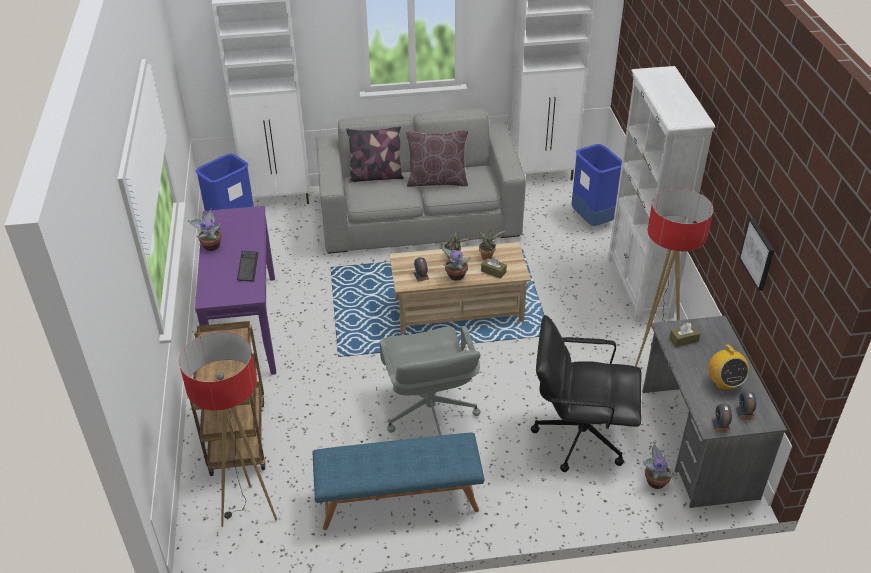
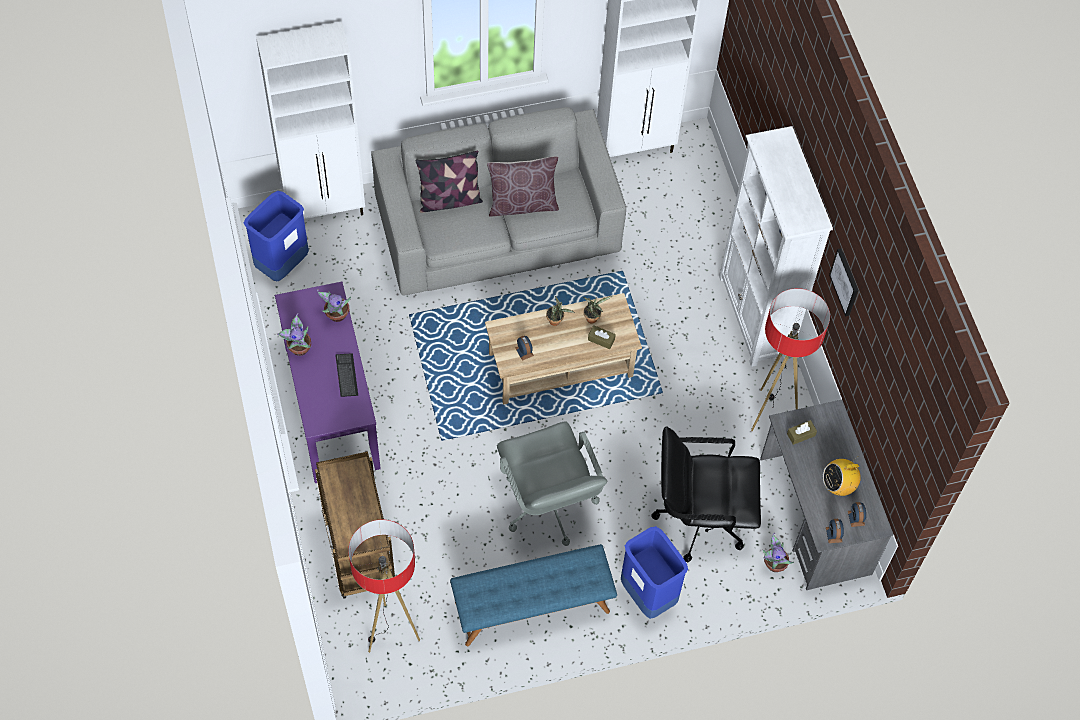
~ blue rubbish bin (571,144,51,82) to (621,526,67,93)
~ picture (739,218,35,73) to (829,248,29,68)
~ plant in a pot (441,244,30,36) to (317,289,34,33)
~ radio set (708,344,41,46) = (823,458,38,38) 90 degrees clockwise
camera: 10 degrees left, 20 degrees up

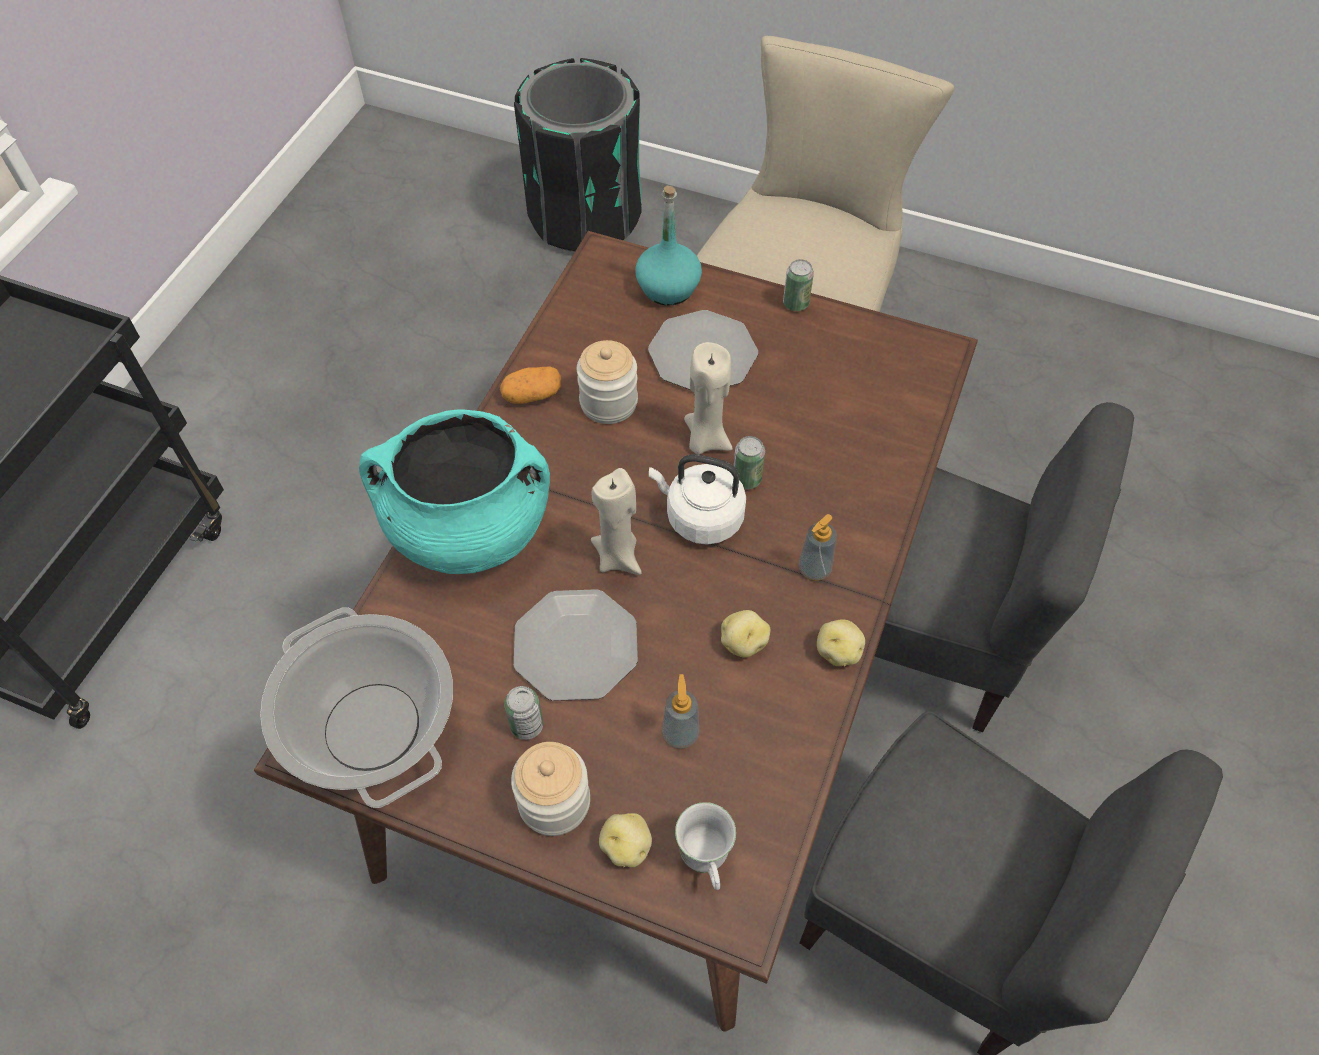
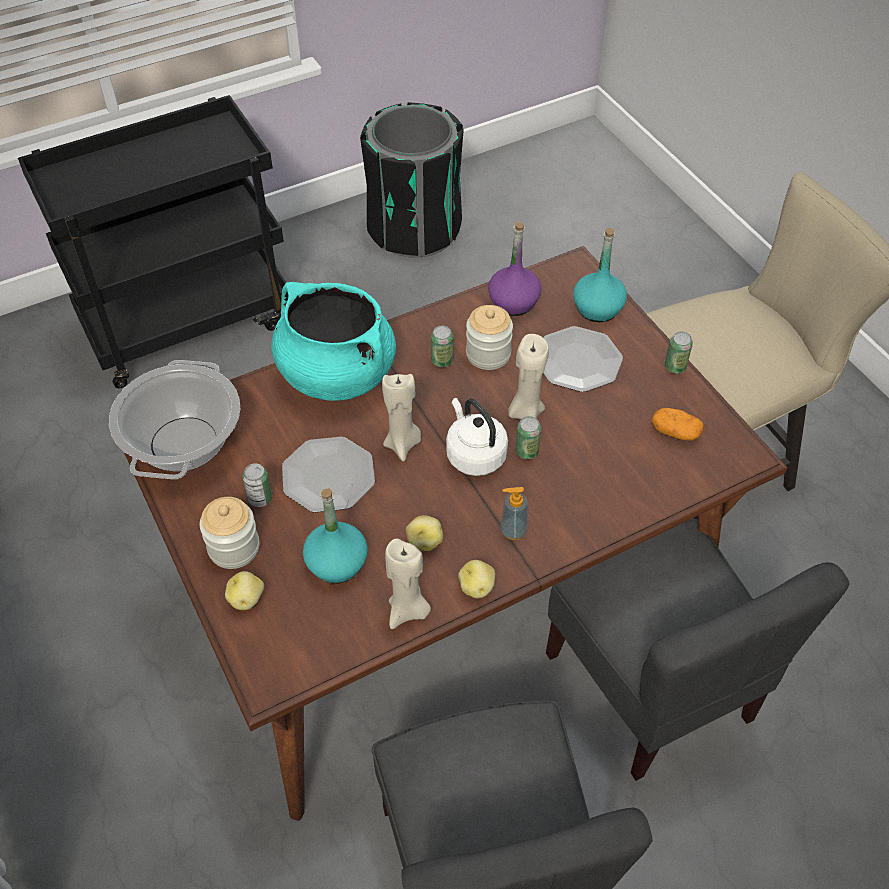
~ black-coloured rubbish bin (514,58,128,194) to (360,102,104,156)
~ potato (500,366,61,38) to (651,408,53,33)
~ soap bottle (662,674,37,75) to turquoise beverage bottle (303,489,65,94)
- white-coloured mug (675,802,61,88)
+ purple beverage bottle (488,222,53,94)
+ sealed can (431,326,22,41)
+ beige candle (385,538,46,91)
camera: 40 degrees right, 5 degrees down

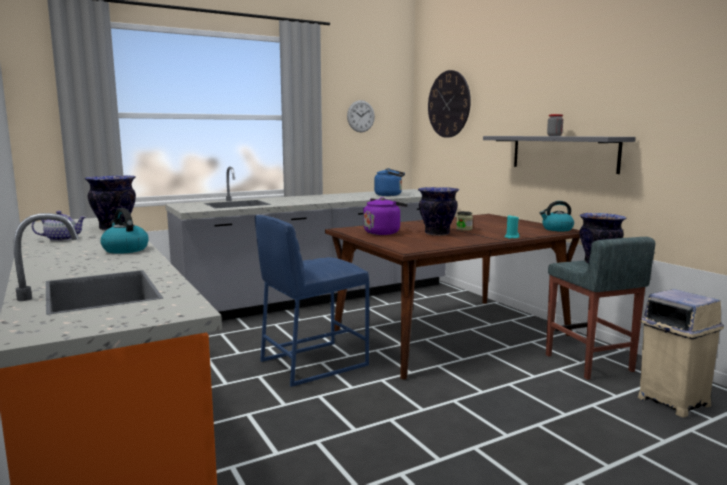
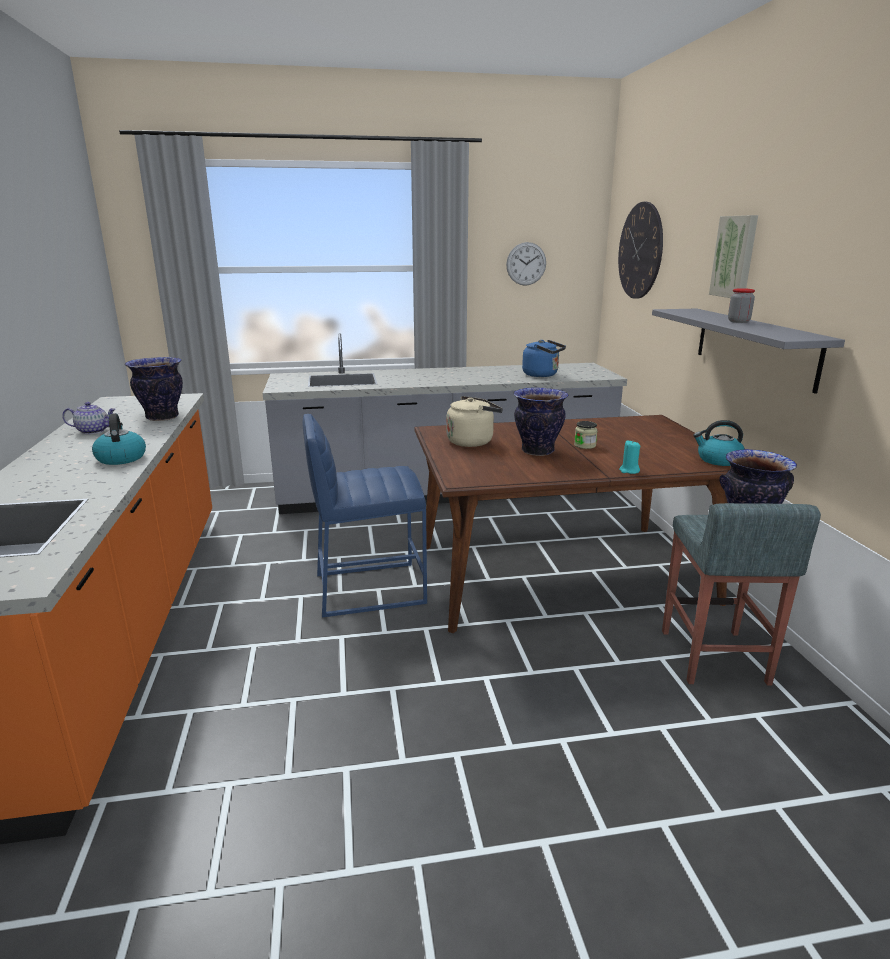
~ purple kettle (363,197,45,38) to beige kettle (447,396,56,51)
- beige rubbish bin (638,289,86,129)
+ picture (709,215,49,83)
camera: 20 degrees right, 10 degrees up

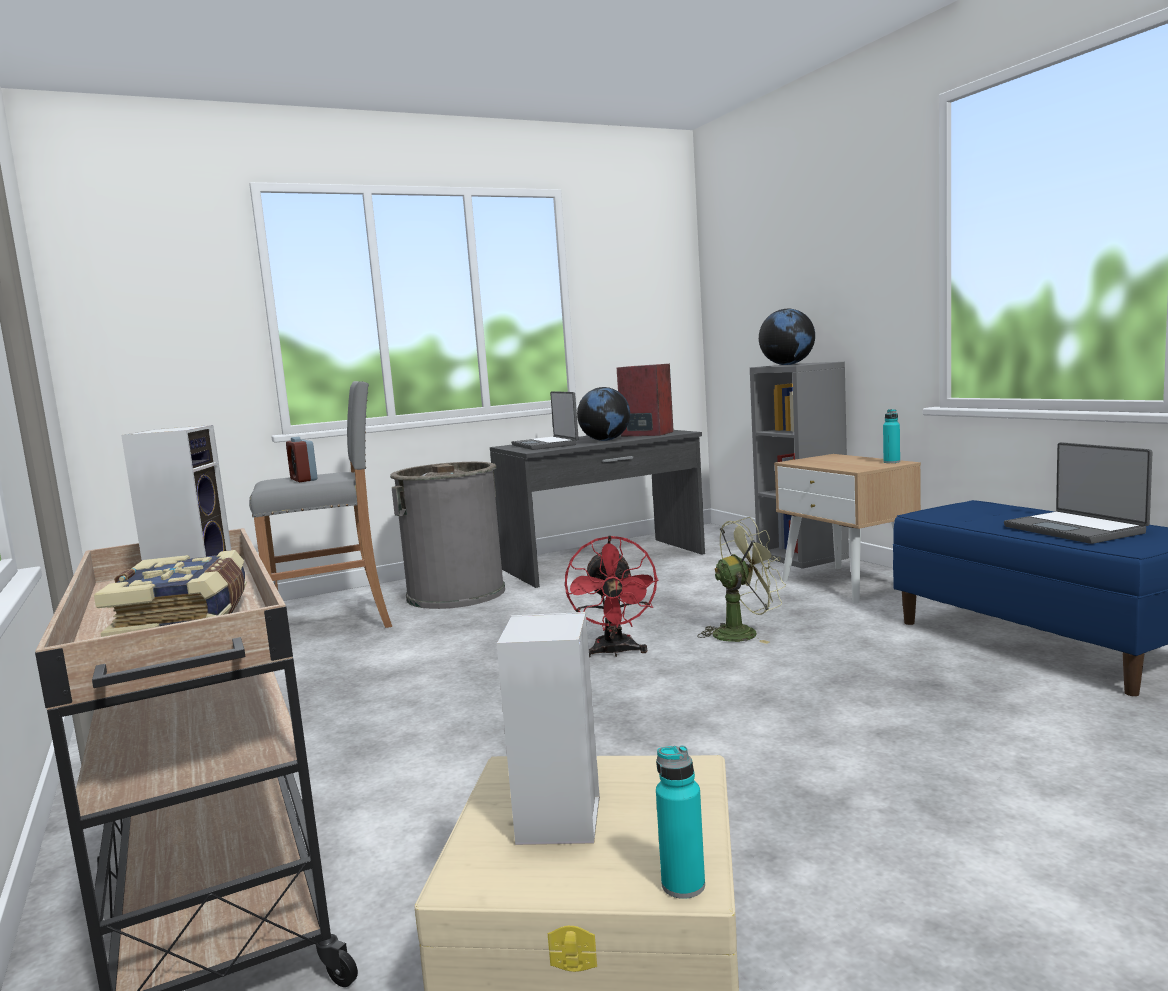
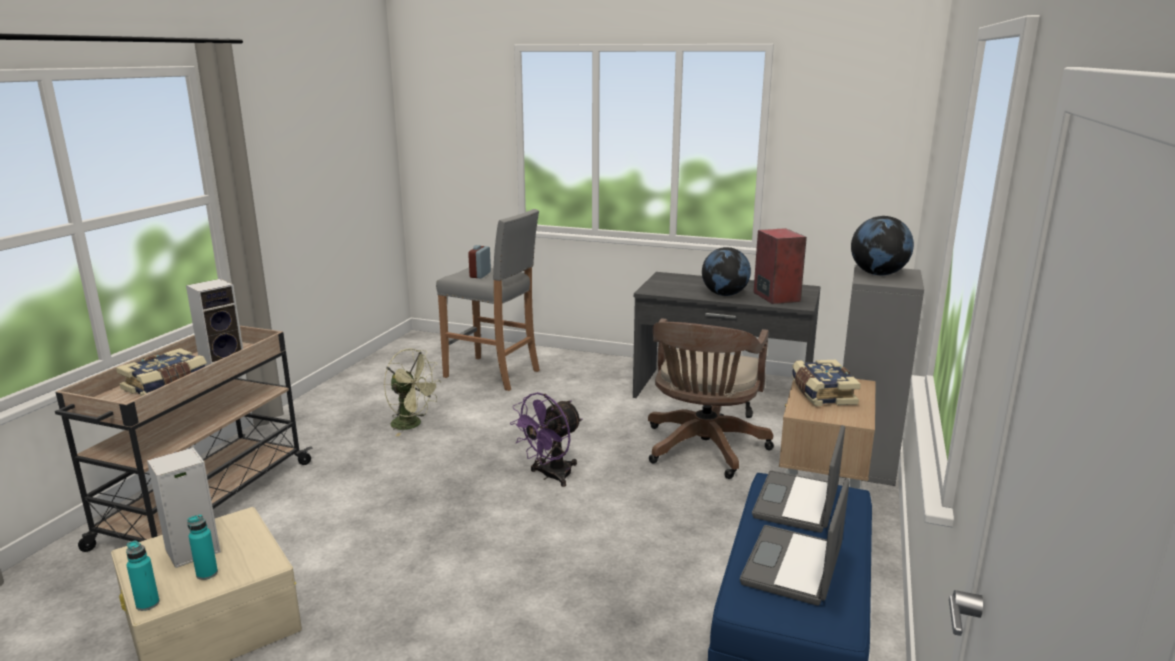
~ laptop (511,391,68,59) to (752,425,93,108)
~ turquoise beverage bottle (883,409,17,54) to (187,514,31,66)
- grey rubbish bin (390,462,115,147)
~ green-coloured cooling fan (697,517,89,127) to (384,348,57,88)
~ reddish cooling fan (565,535,93,122) to purple cooling fan (510,392,72,95)
+ brown office chair (648,318,126,161)
+ volume (792,360,69,46)
camera: 45 degrees right, 10 degrees up

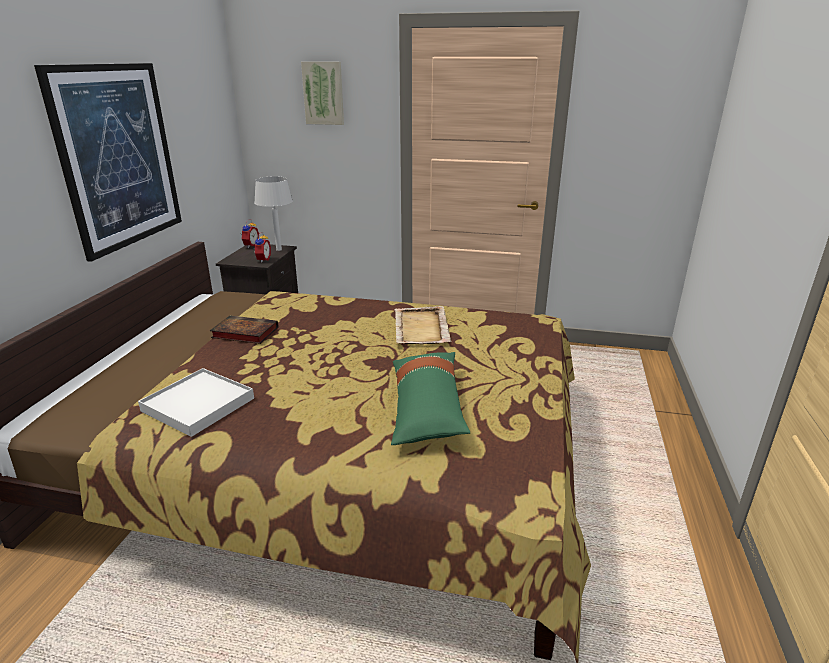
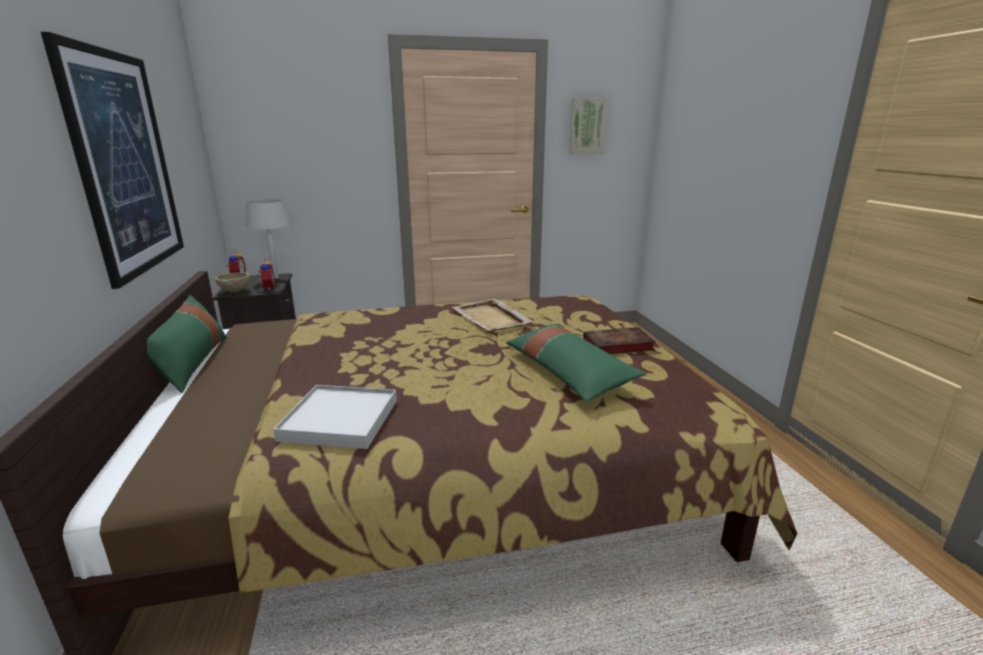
~ picture (301,62,43,63) to (569,97,39,58)
~ volume (210,316,68,28) to (583,327,73,27)
+ beige serving bowl (215,272,35,21)
+ green-coloured cushion (147,295,80,98)
camera: 25 degrees left, 5 degrees down

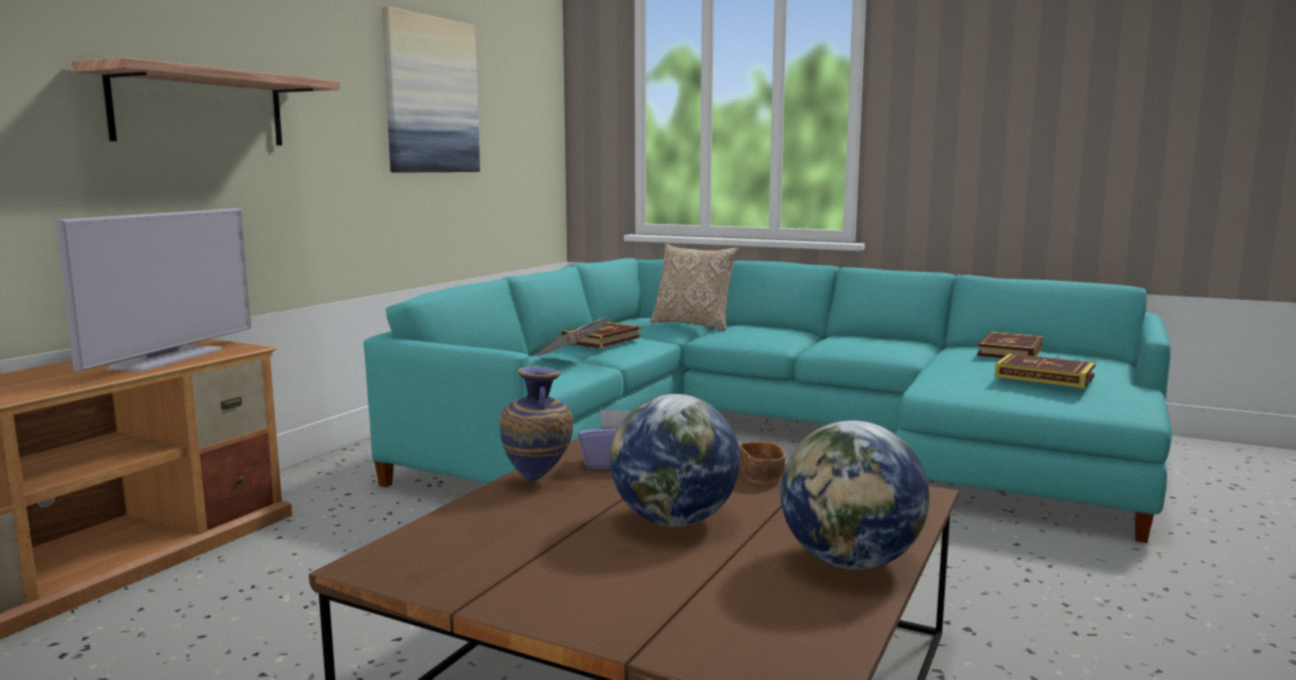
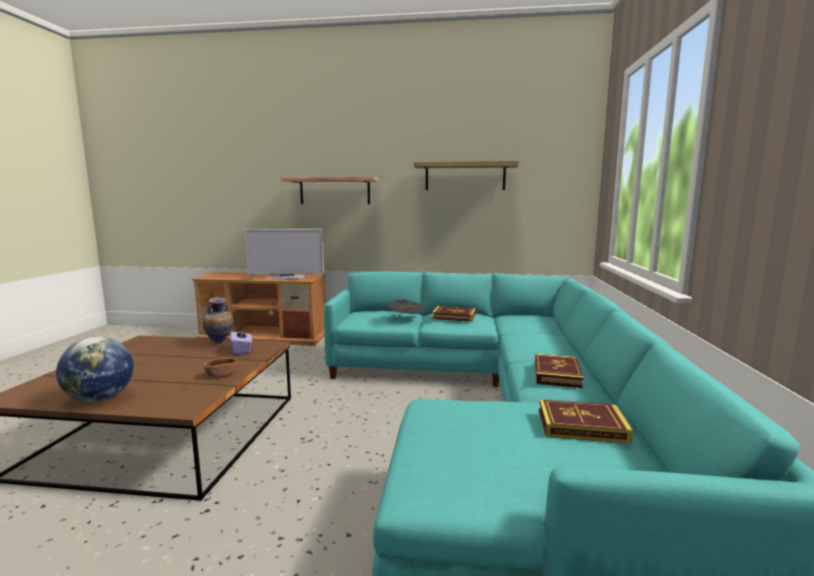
~ picture (382,6,98,166) to shelf (414,161,105,29)
- cushion (650,244,89,87)
~ volume (995,353,101,35) to (535,354,48,34)
- desk globe (610,394,130,133)
camera: 70 degrees right, 0 degrees up

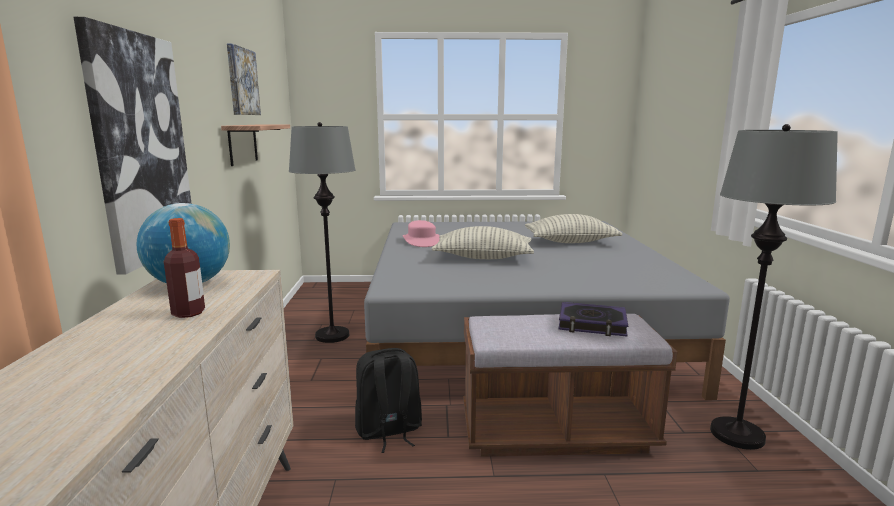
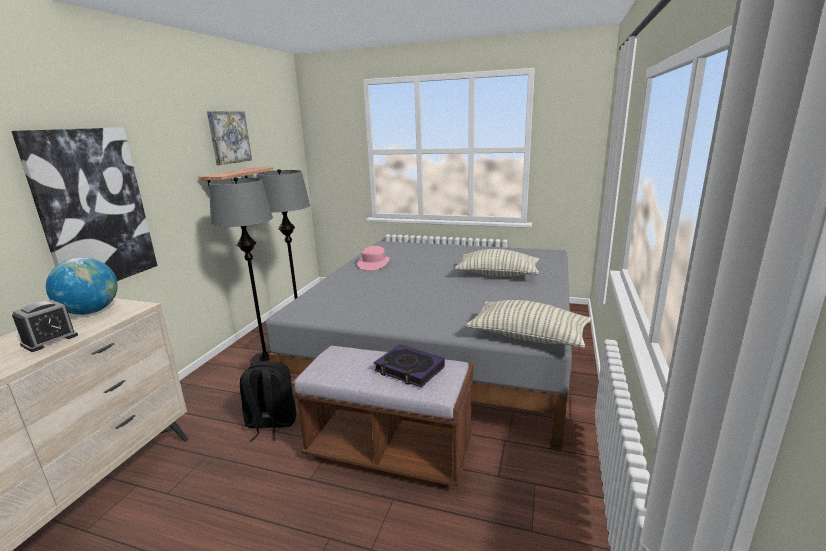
~ grey standing lamp (710,124,128,326) to (209,177,64,188)
~ beverage bottle (164,218,41,100) to table clock (12,300,66,52)
~ cushion (431,226,103,33) to (466,300,125,48)
camera: 20 degrees right, 5 degrees up

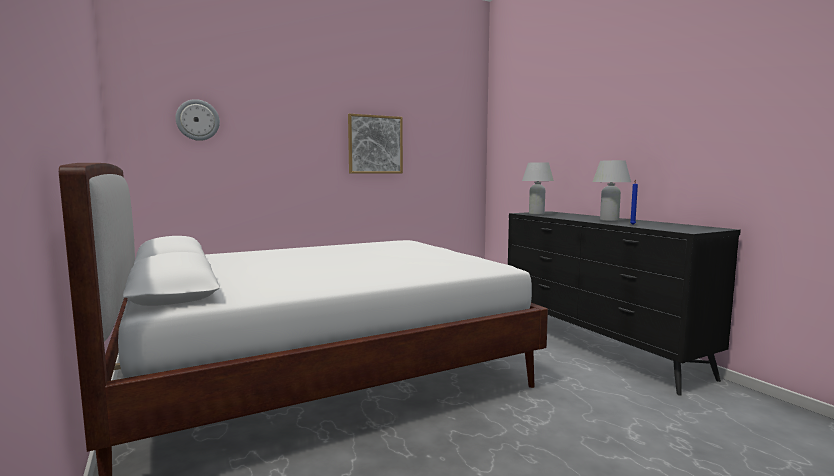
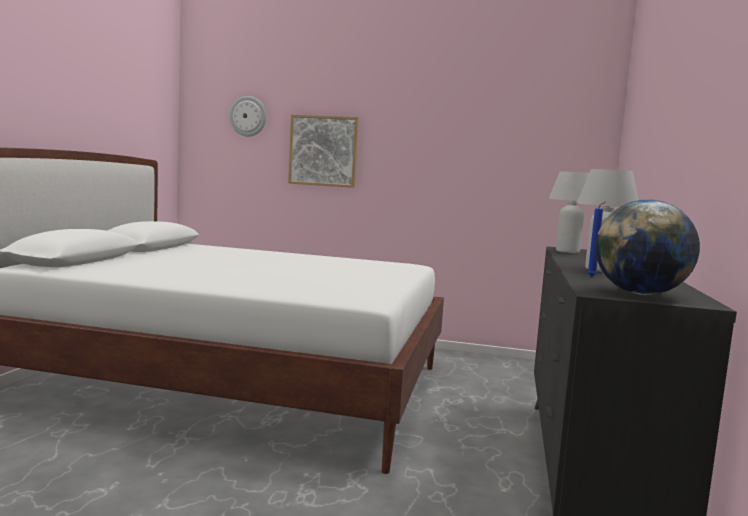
~ picture (348,114,55,59) to (288,114,71,74)
+ desk globe (596,200,104,95)
camera: 40 degrees right, 0 degrees up

